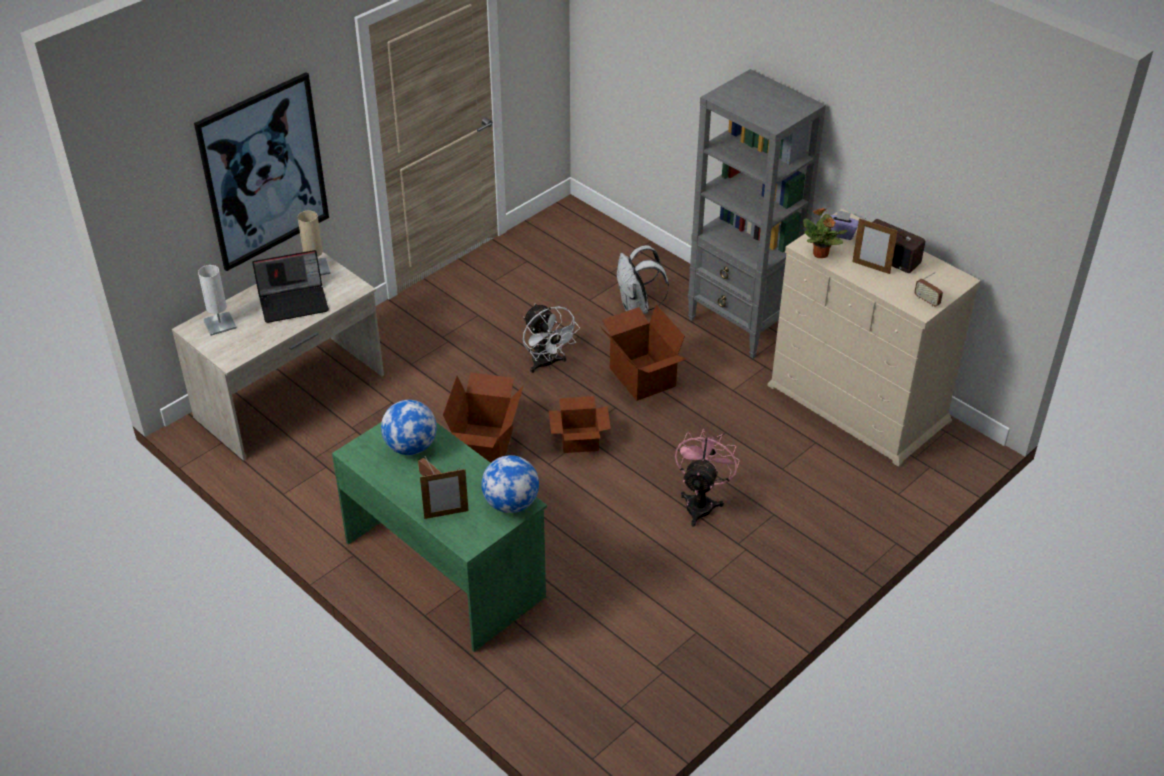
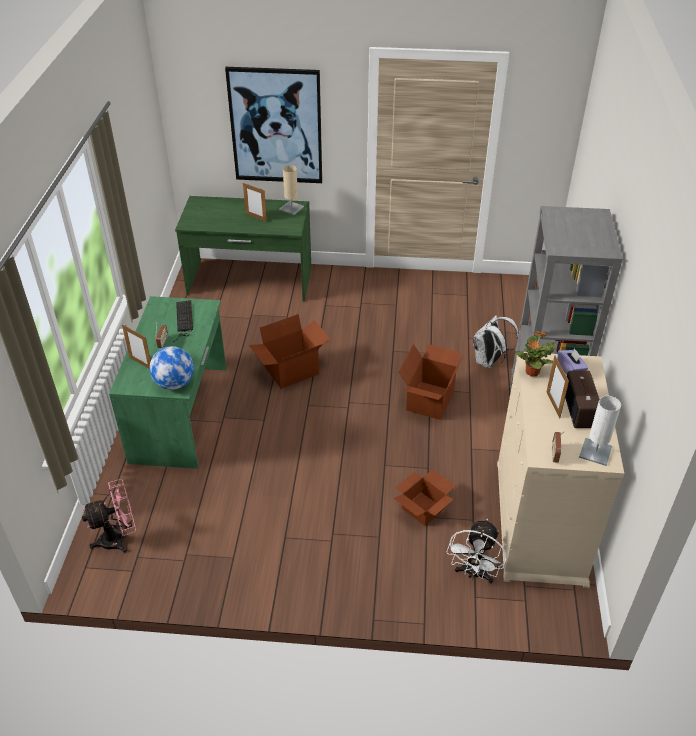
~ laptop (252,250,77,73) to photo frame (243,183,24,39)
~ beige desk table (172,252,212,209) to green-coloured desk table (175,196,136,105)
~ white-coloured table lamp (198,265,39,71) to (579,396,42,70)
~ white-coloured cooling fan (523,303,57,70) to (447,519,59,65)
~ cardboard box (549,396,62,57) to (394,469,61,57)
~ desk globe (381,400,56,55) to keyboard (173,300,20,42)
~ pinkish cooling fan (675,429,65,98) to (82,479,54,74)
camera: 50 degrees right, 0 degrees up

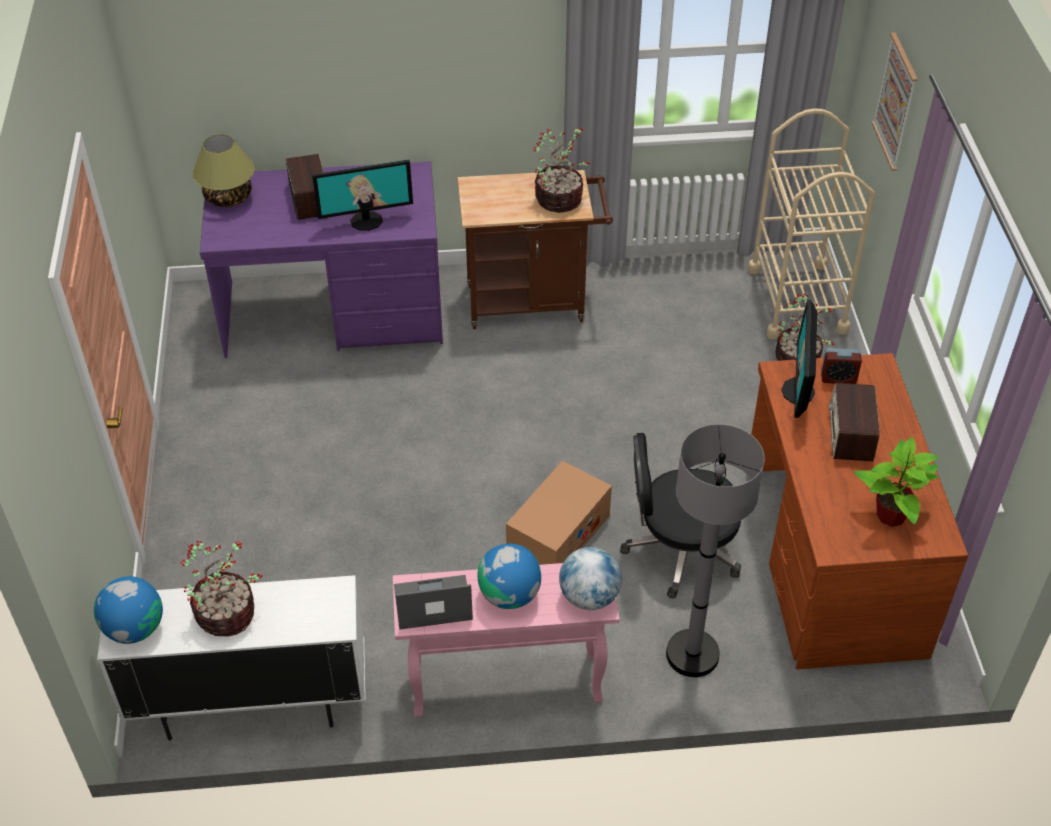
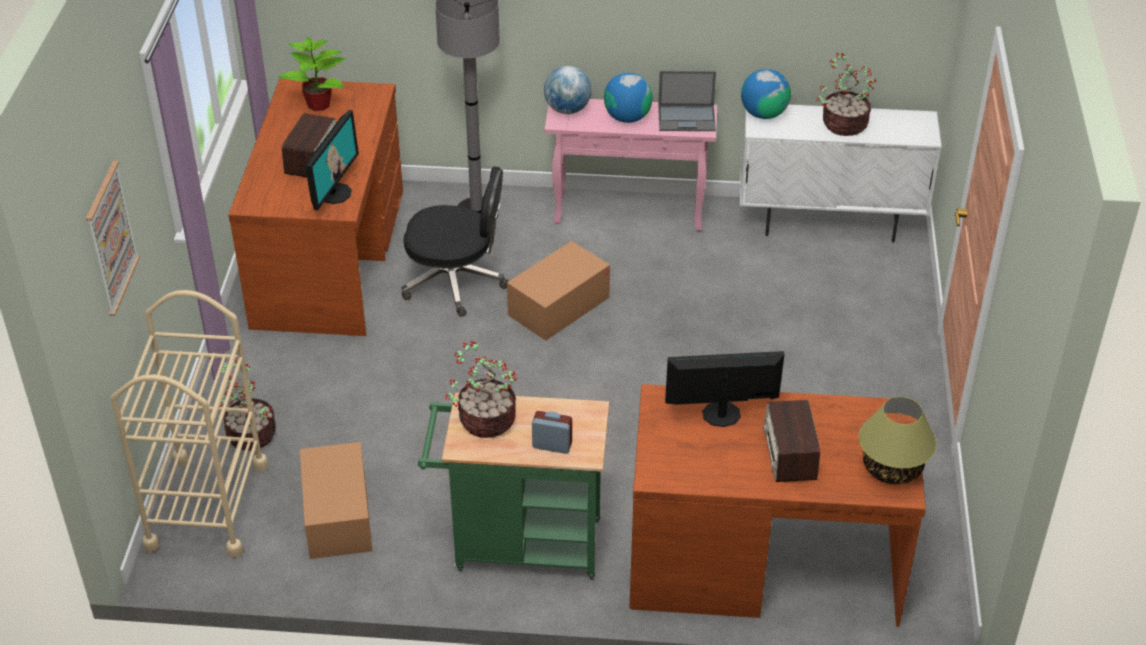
~ purple desk table (200,161,243,197) to brown desk table (629,384,297,243)
~ brown wheeled cart (458,170,155,159) to green-coloured wheeled cart (418,392,191,188)
~ table clock (821,348,41,36) to (532,411,40,43)
~ desk globe (94,576,69,68) to (741,69,50,50)
+ cardboard box (300,442,72,117)
camera: 170 degrees left, 5 degrees down

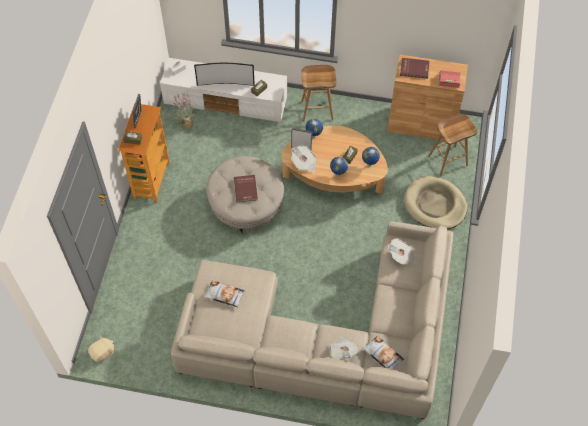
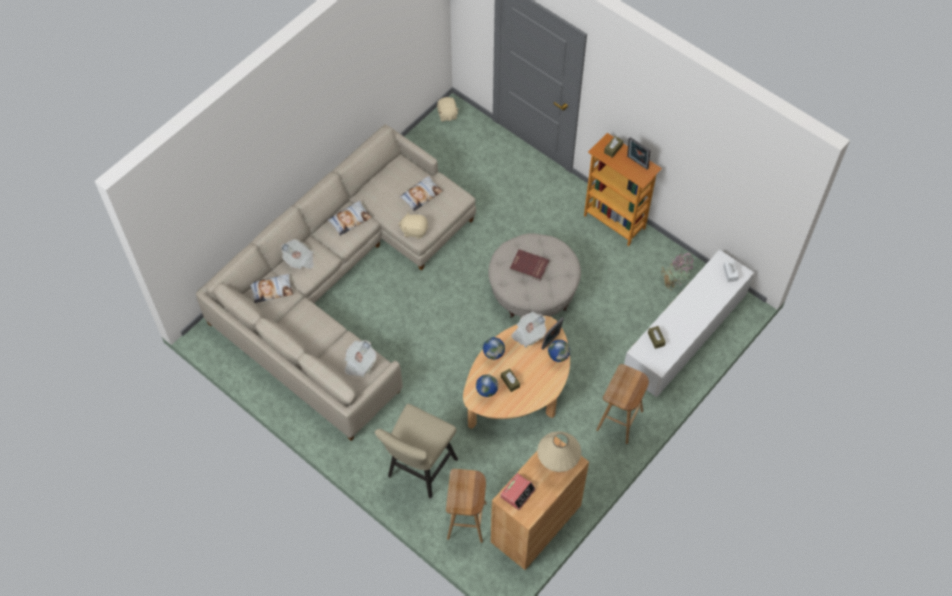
~ reddish volume (400,58,30,21) to beige table lamp (537,431,44,41)
- TV (194,62,61,24)
~ beige dog bed (404,176,63,53) to beige stool seat (375,404,83,94)
+ cushion (327,201,45,35)
+ beige plush toy (398,212,30,27)
camera: 120 degrees right, 0 degrees up

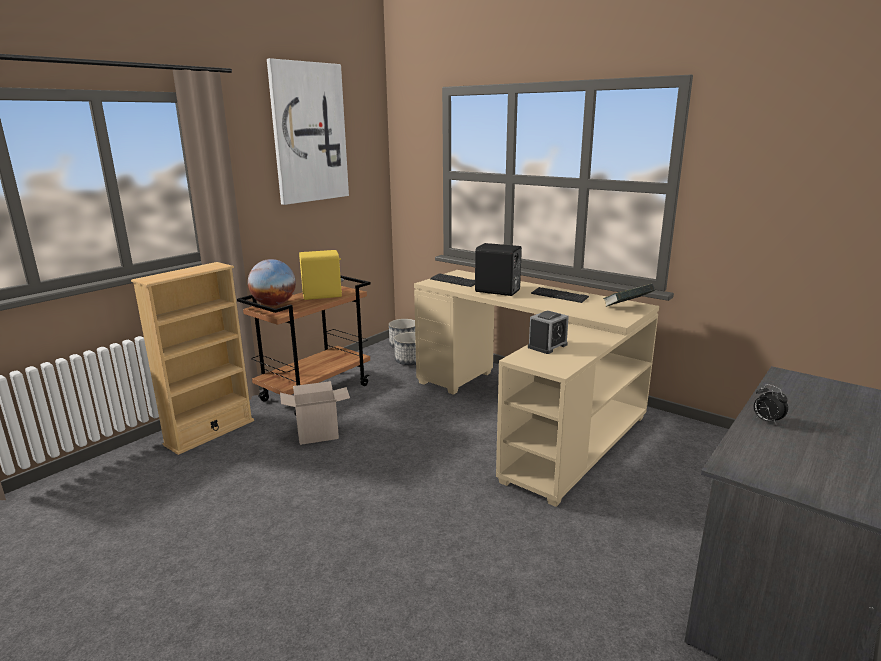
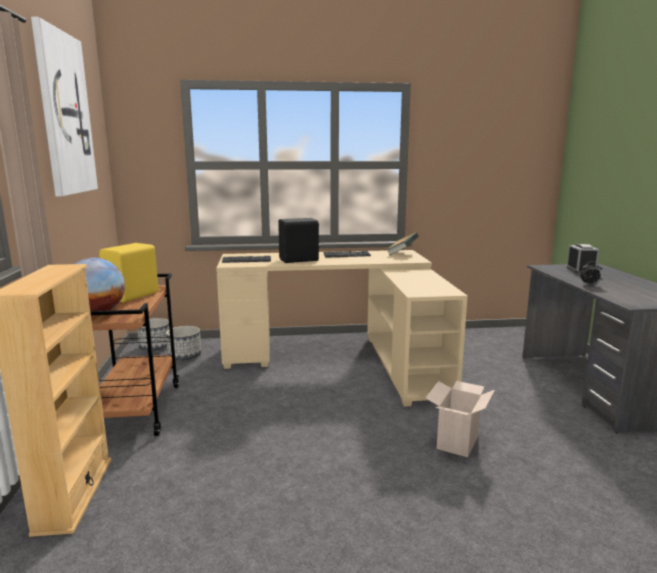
~ table clock (528,310,41,44) to (566,244,33,30)
~ cardboard box (280,381,70,64) to (425,381,70,76)
camera: 45 degrees left, 5 degrees down

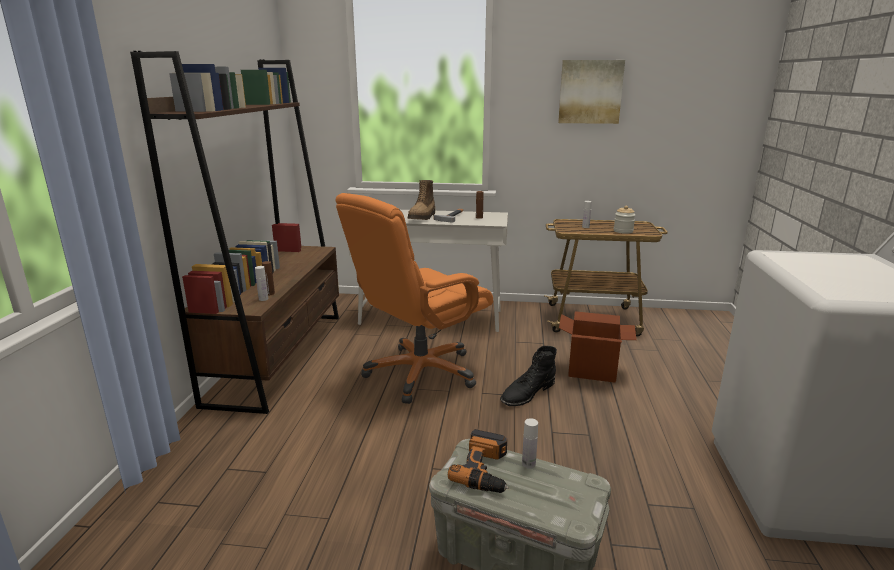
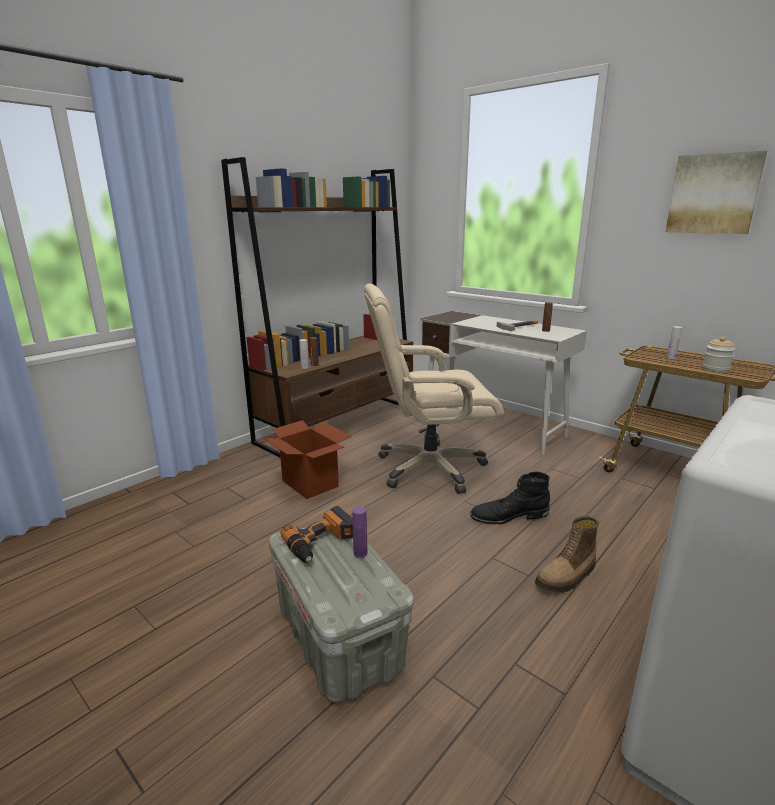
~ high-top boot (408,180,27,40) to (535,516,64,77)
~ orange office chair (335,193,158,211) to beige office chair (364,283,139,211)
~ cardboard box (559,311,78,72) to (263,420,89,79)
~ white-coloured beverage bottle (522,418,16,51) to purple beverage bottle (352,507,15,51)
camera: 35 degrees right, 0 degrees up

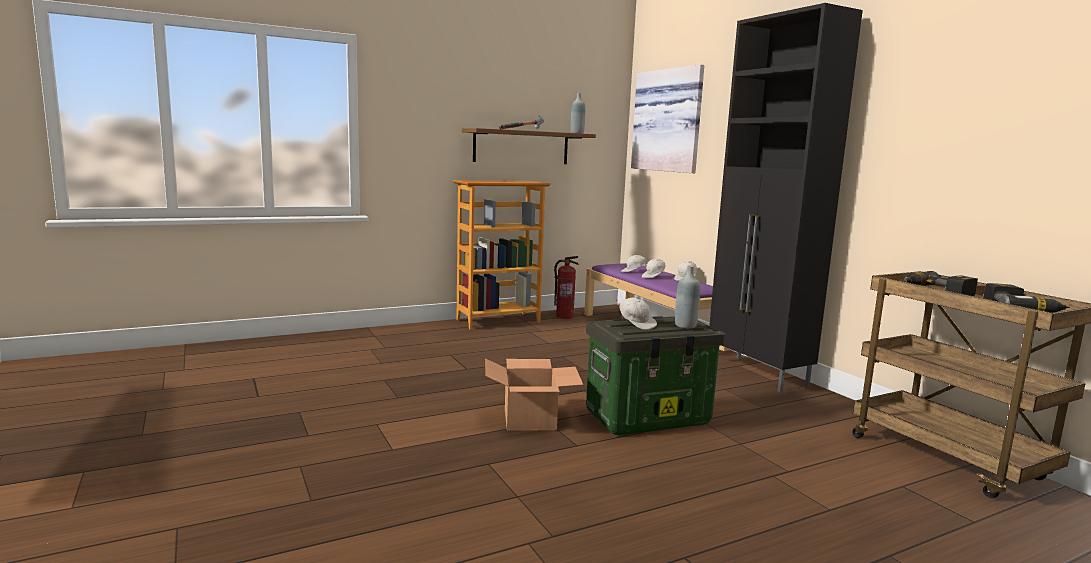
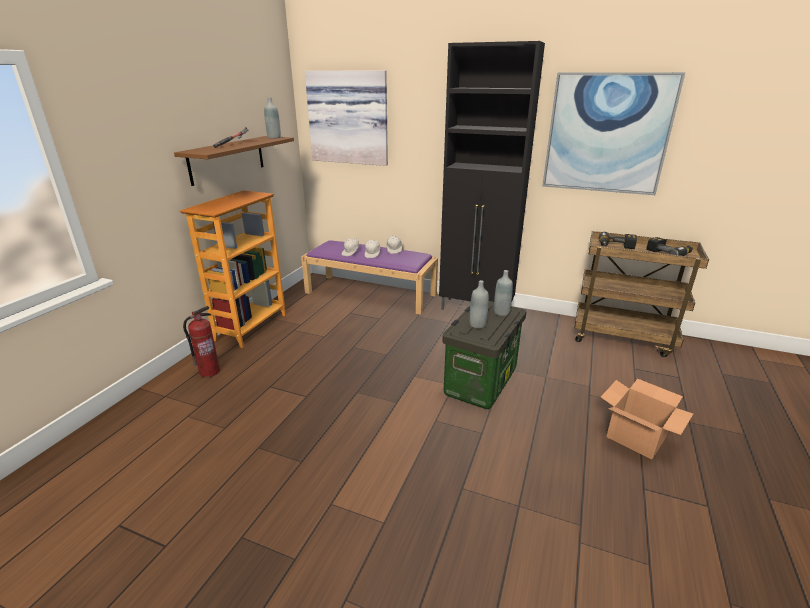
~ extinguisher (554,256,25,63) to (183,306,37,71)
~ white-coloured peaked cap (615,297,42,33) to grey beverage bottle (470,280,19,48)
~ cardboard box (485,358,98,73) to (601,379,92,80)
+ picture (542,72,144,123)
camera: 40 degrees left, 15 degrees up

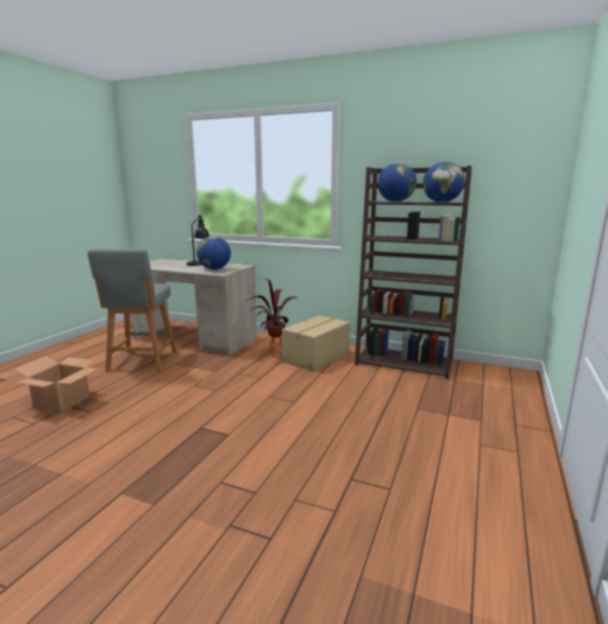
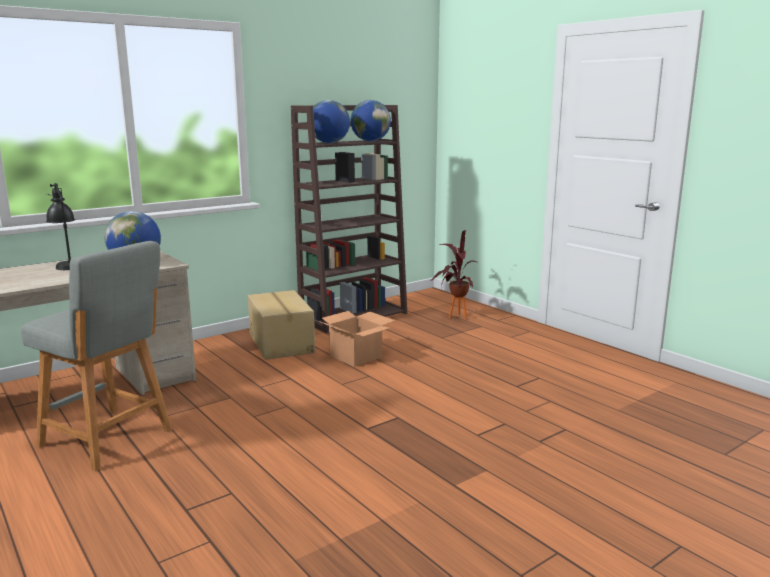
~ plant in a pot (245,279,53,79) to (431,230,48,89)
~ cardboard box (15,356,83,57) to (316,311,79,56)
camera: 60 degrees left, 0 degrees up

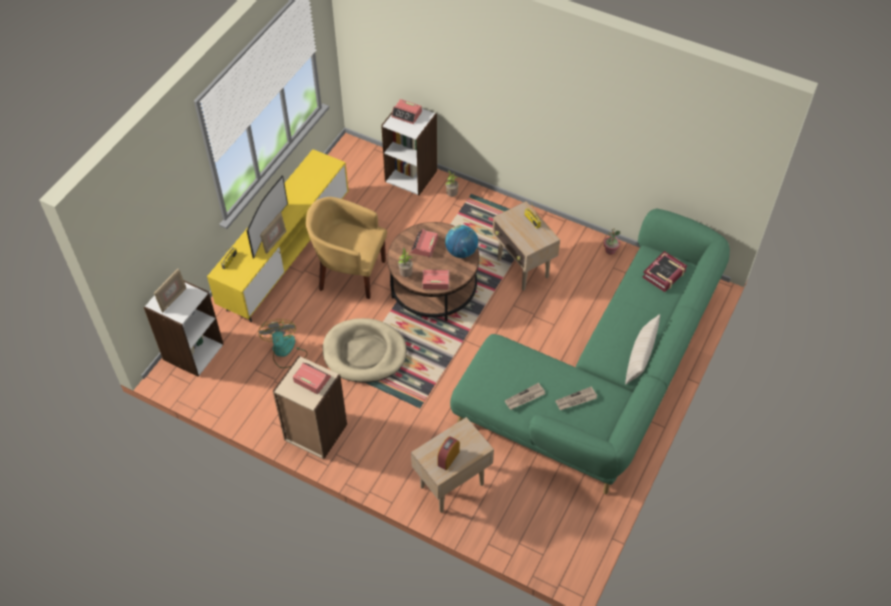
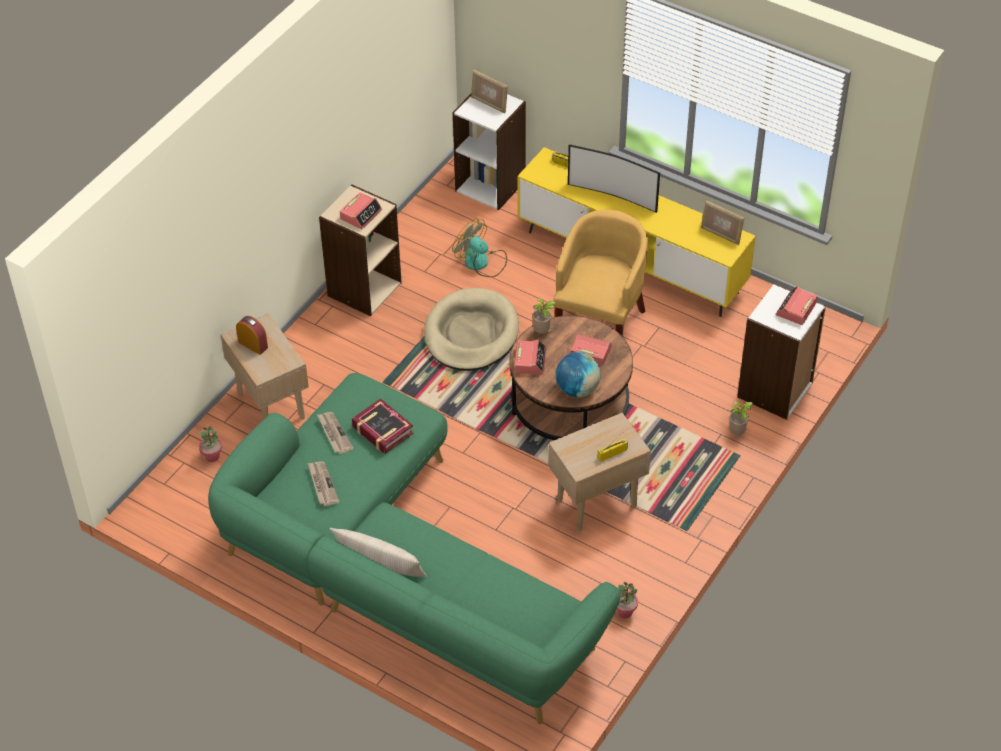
~ photo frame (260,213,26,41) to (701,201,43,44)
~ volume (642,251,45,41) to (352,398,61,56)
~ cooling fan (258,319,50,49) = (452,218,55,59) 135 degrees counterclockwise
+ plant in a pot (199,426,23,36)
camera: 95 degrees right, 5 degrees down

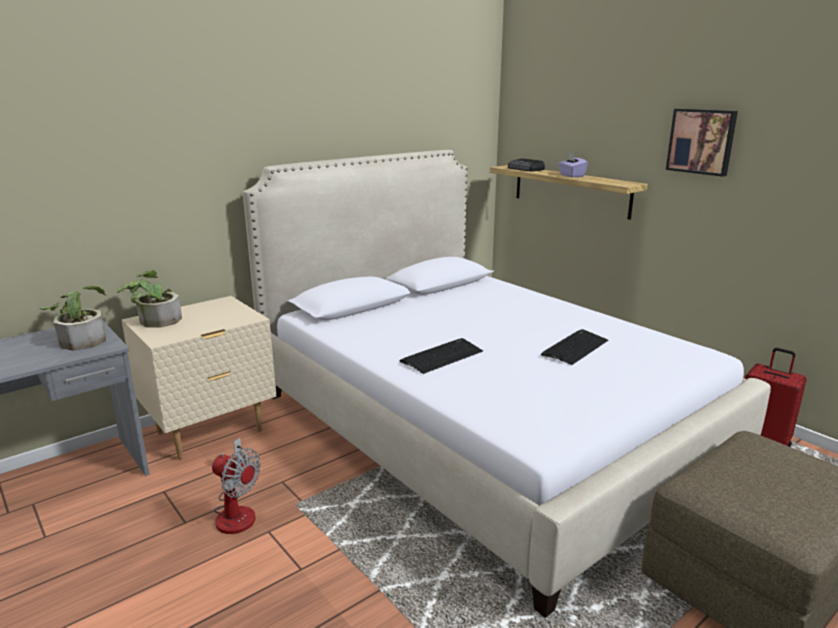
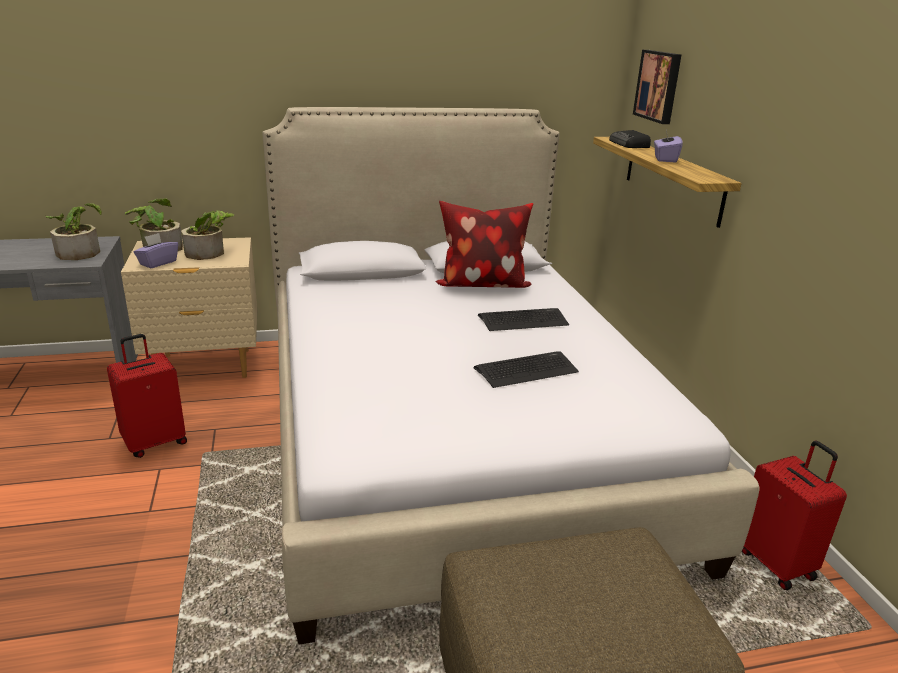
~ picture (666,109,72,68) to (633,50,48,74)
~ keyboard (399,338,84,36) to (478,308,91,23)
~ cooling fan (212,438,49,96) to reddish suitcase (107,334,80,124)
+ cushion (435,201,98,87)
+ plant in a pot (181,210,54,50)
+ purple tissue holder (134,233,44,35)
camera: 25 degrees right, 5 degrees up

